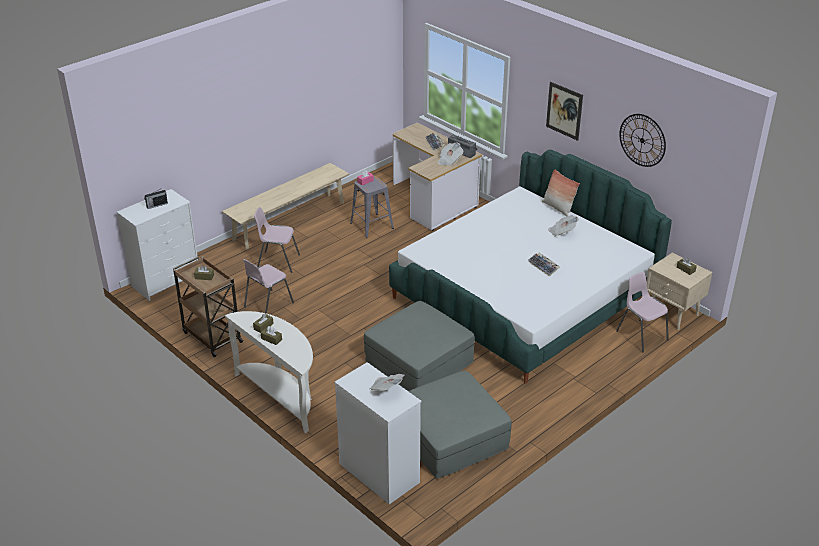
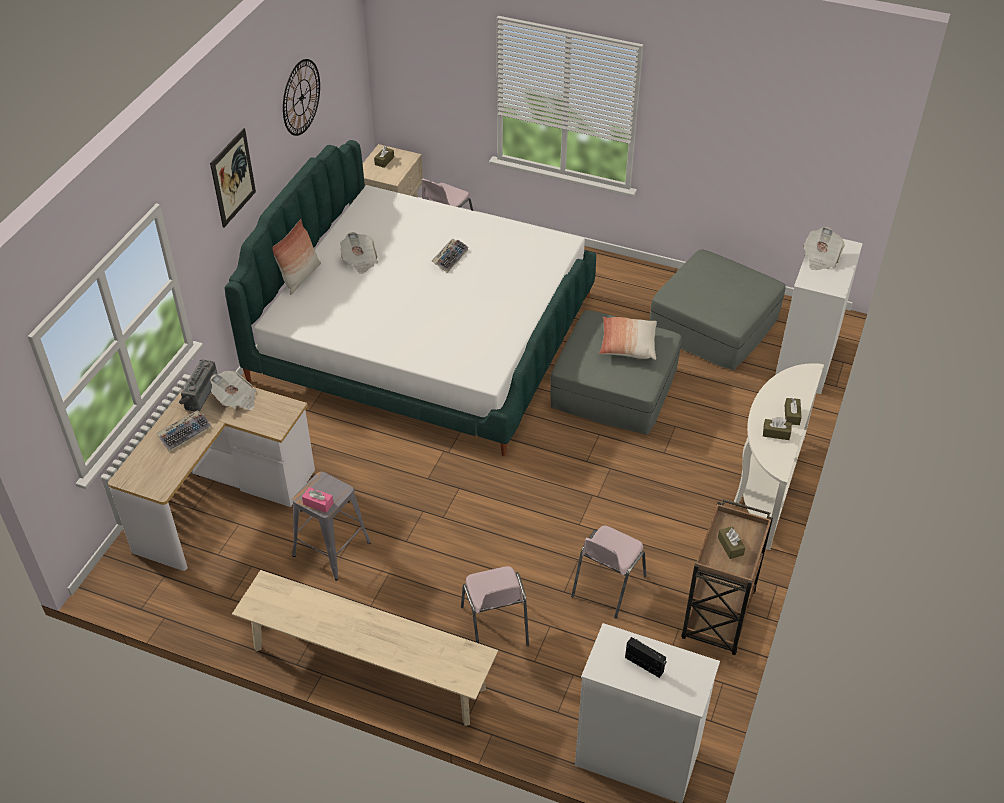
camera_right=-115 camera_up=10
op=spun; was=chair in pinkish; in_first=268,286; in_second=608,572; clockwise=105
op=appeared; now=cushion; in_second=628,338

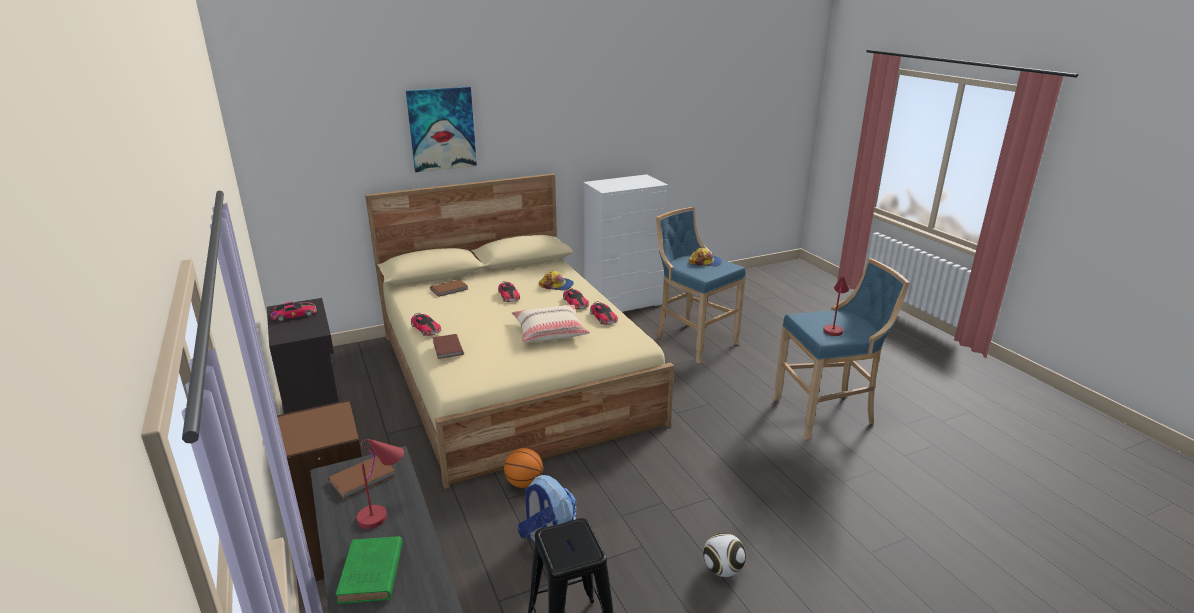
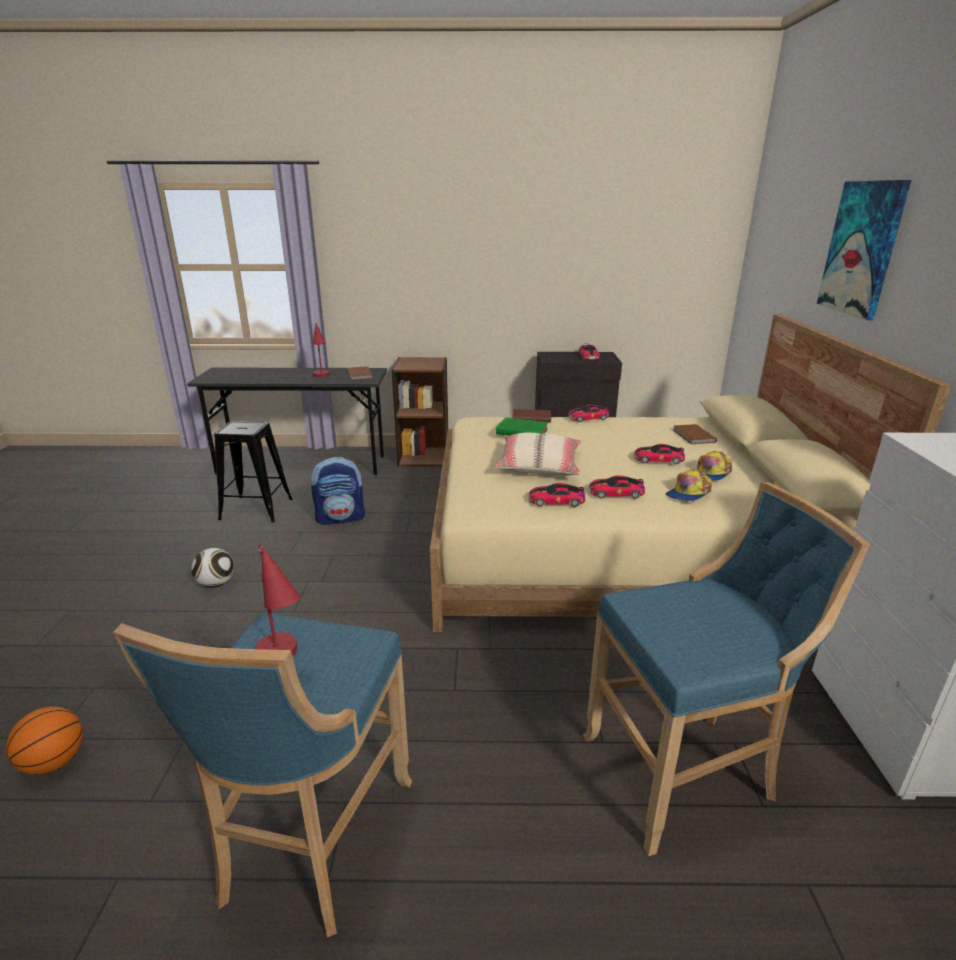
camera_right=115 camera_up=0
op=relocated; was=peaked cap; in_first=705,257; in_second=714,465
op=relocated; was=basketball; in_first=523,468; in_second=44,741
op=relocated; was=volume in green-coloured; in_first=369,570; in_second=522,426

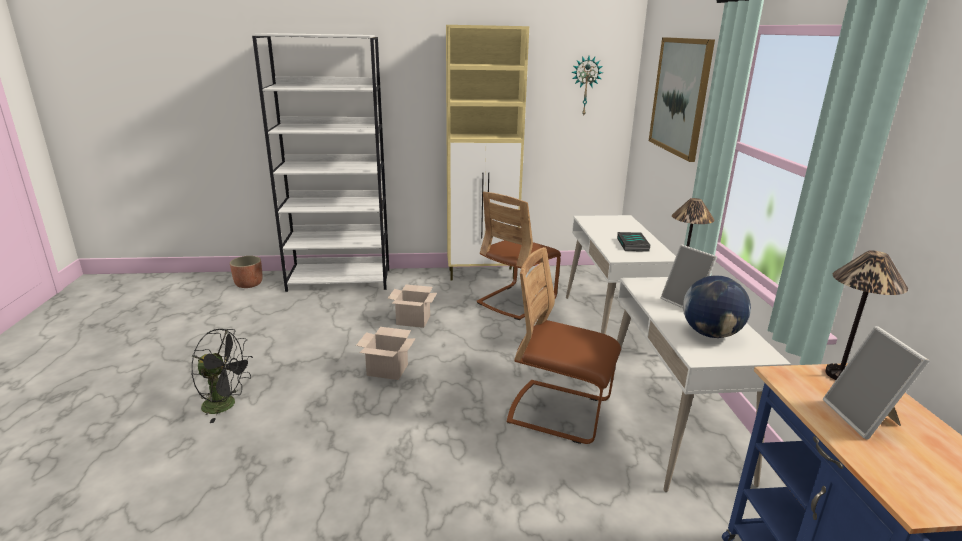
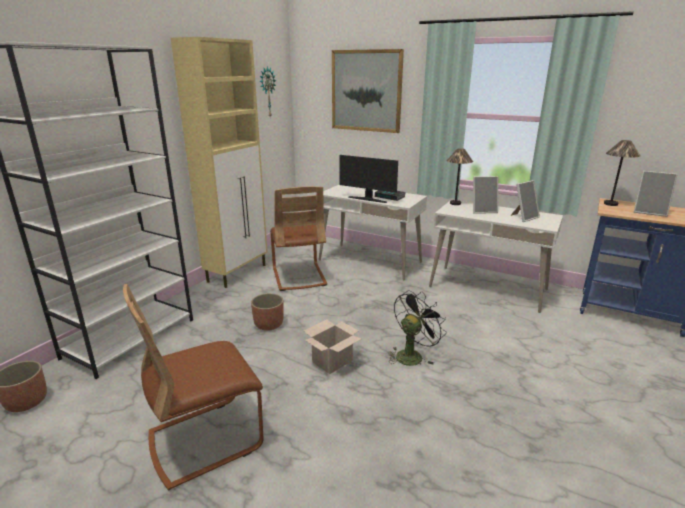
camera_right=-55 camera_up=0
op=relocated; was=chair in brownish; in_first=564,345; in_second=193,387
op=exchanged; was=world globe; now=photo frame; in_first=717,306; in_second=525,201
op=exchanged; was=cardboard box; now=flower pot; in_first=412,306; in_second=267,312
op=relocated; was=fan in blackish; in_first=222,376; in_second=417,328
op=appeared; now=monitor; in_second=368,179

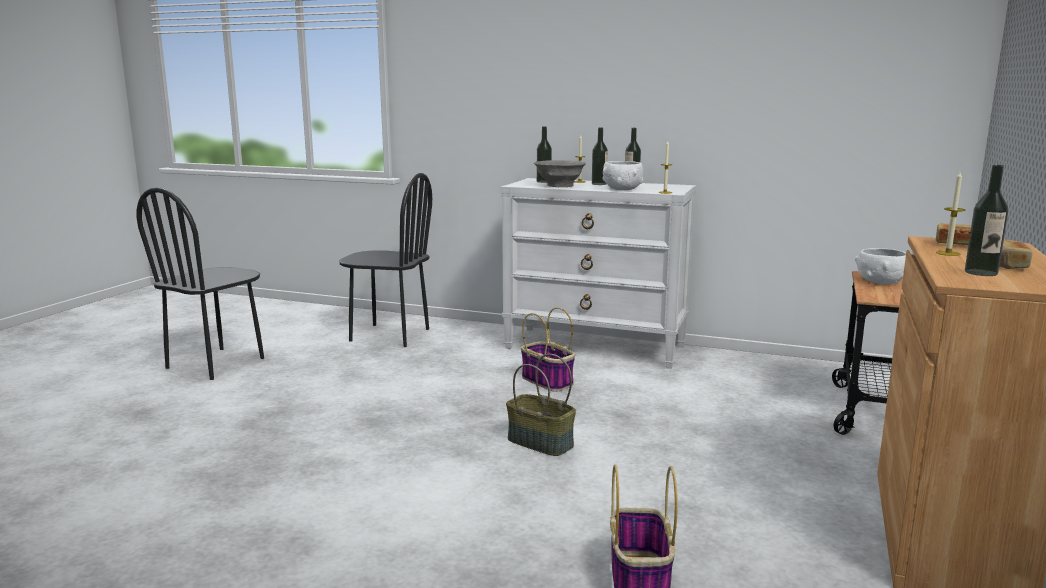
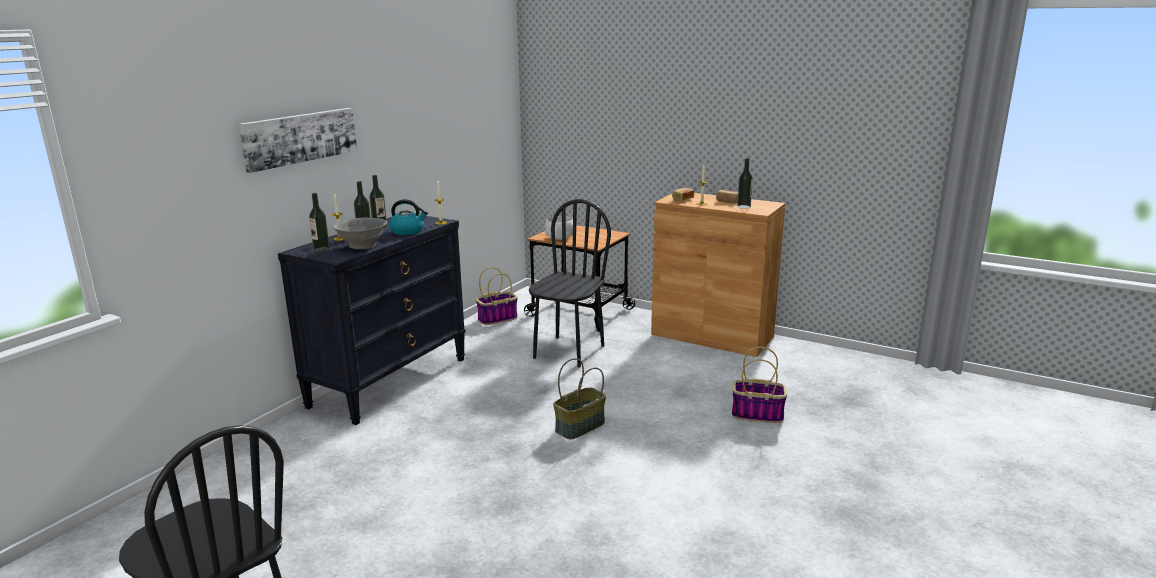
camera_right=-80 camera_up=5
op=exchanged; was=serving bowl in white; now=tea kettle; in_first=623,175; in_second=408,217
op=relocated; was=chair in blackish; in_first=385,260; in_second=570,283
op=colour; was=chest of drawers in white; now=chest of drawers in blackish; in_first=598,273; in_second=372,320
op=relocated; was=household basket; in_first=548,349; in_second=497,296
op=appeared; now=picture; in_second=298,140

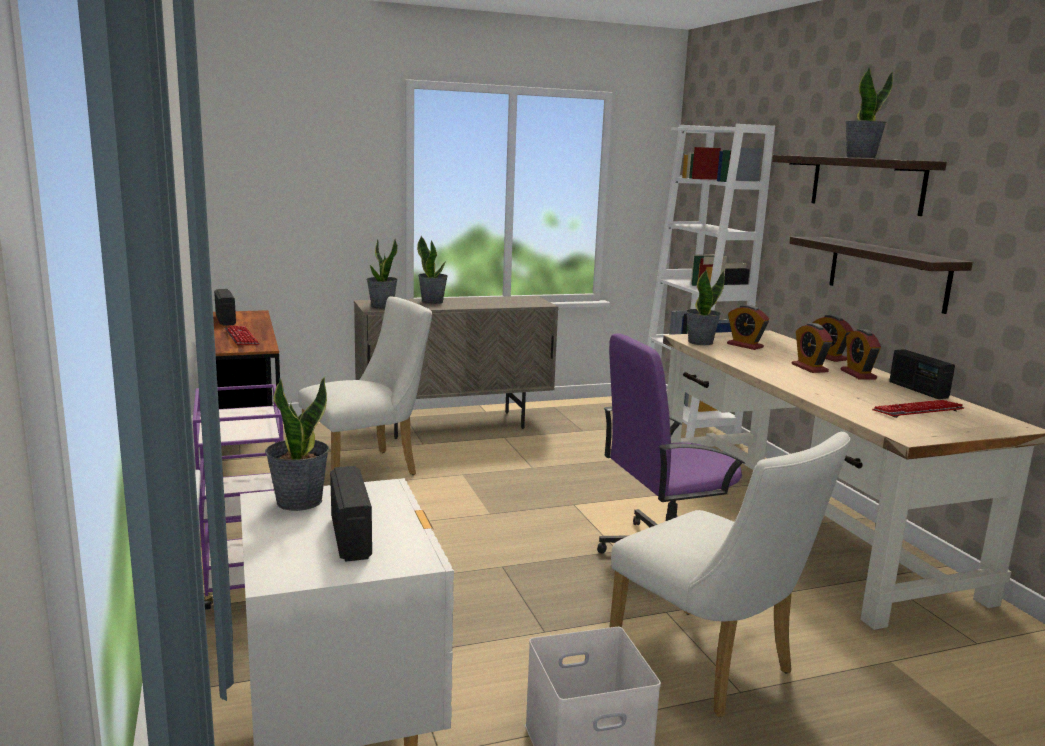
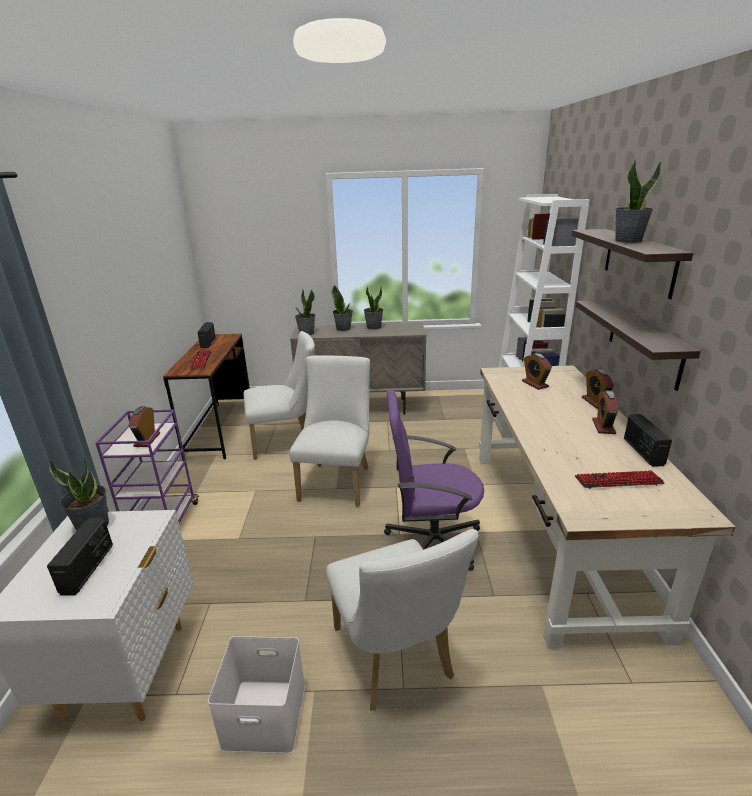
camera_right=20 camera_up=10
op=relocated; was=houseplant; in_first=705,307; in_second=373,308
op=relocated; was=bedside clock; in_first=812,348; in_second=144,426
op=appeared; now=chair in white; in_second=329,431

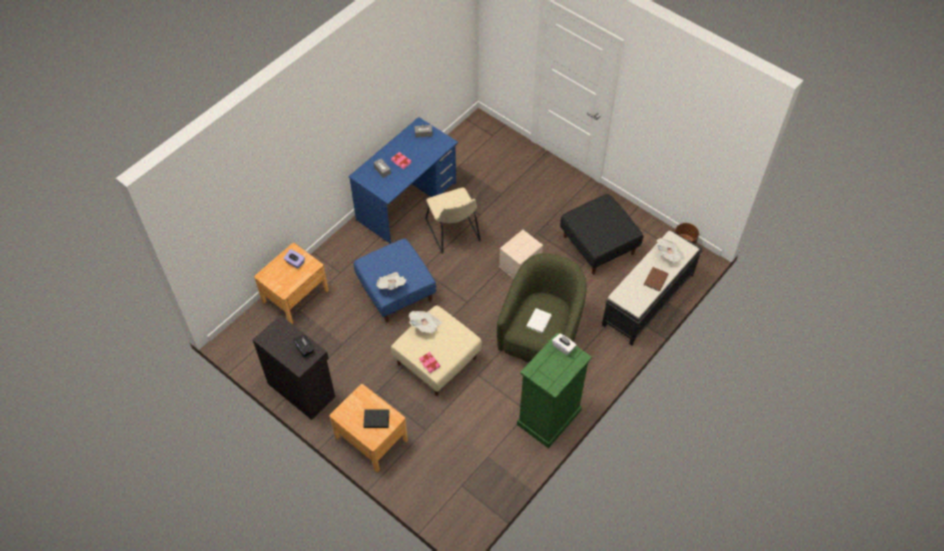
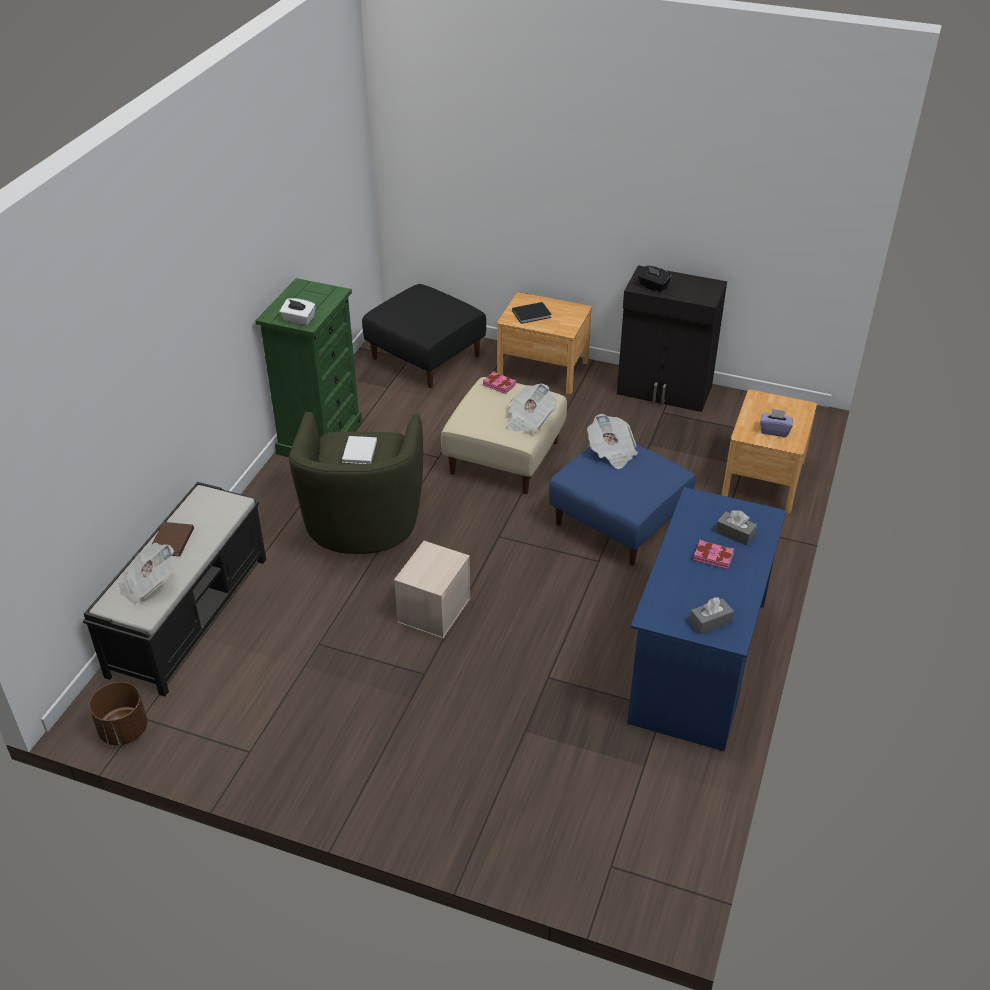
camera_right=160 camera_up=-15
op=missing; was=chair in beige-coloured; in_first=453,220
op=relocated; was=ottoman in blackish; in_first=601,234; in_second=424,336

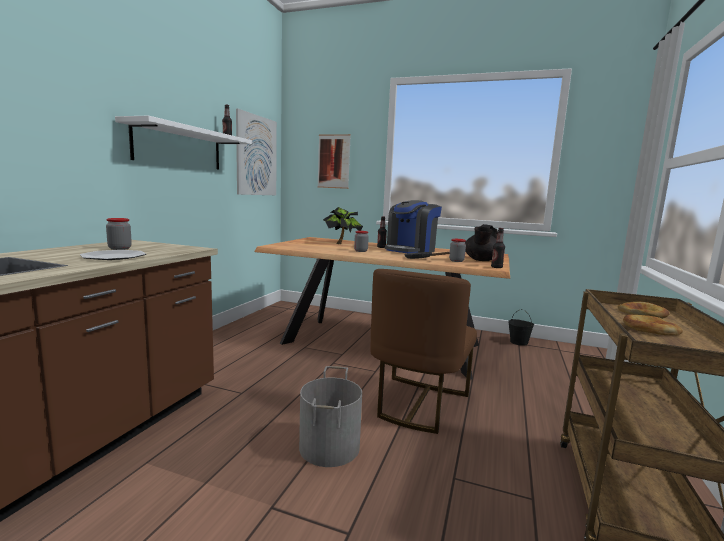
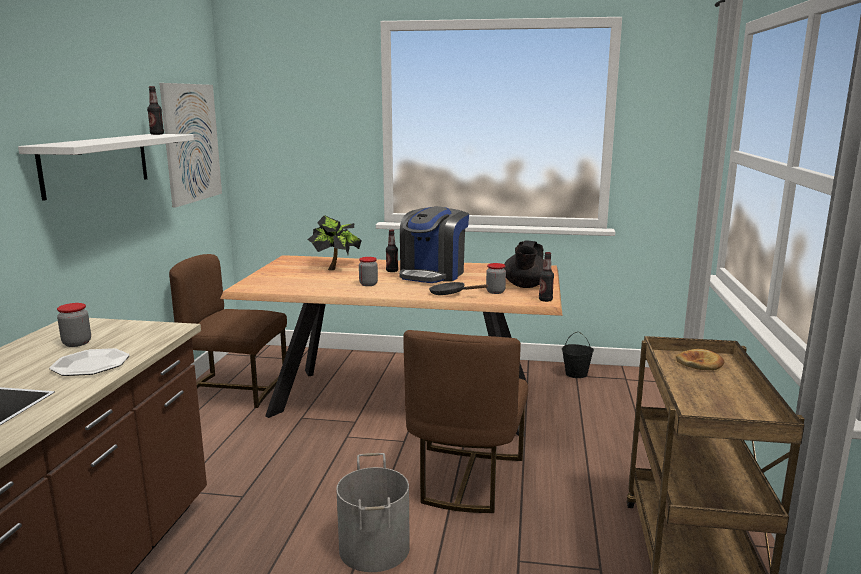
camera_right=-10 camera_up=5
op=missing; was=picture; in_first=334,161
op=missing; was=baked bread; in_first=653,325
op=appeared; now=chair in brownish; in_second=228,331

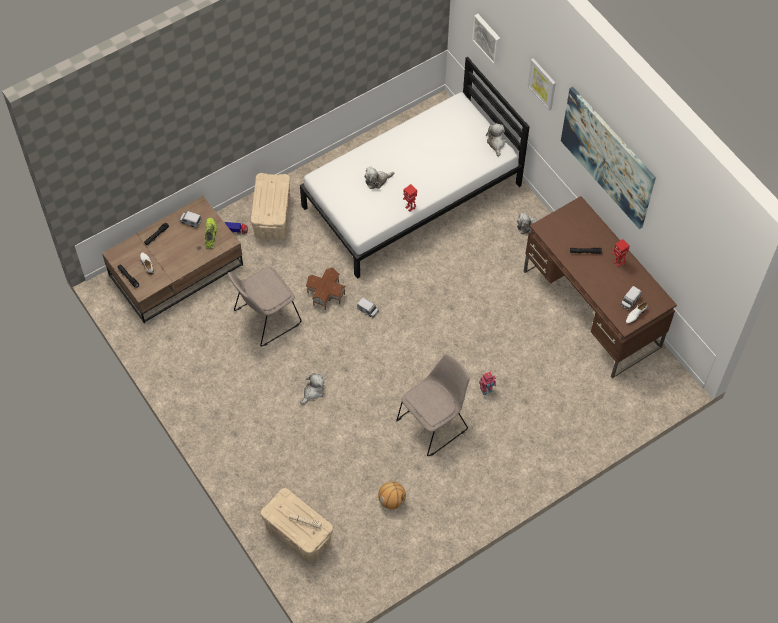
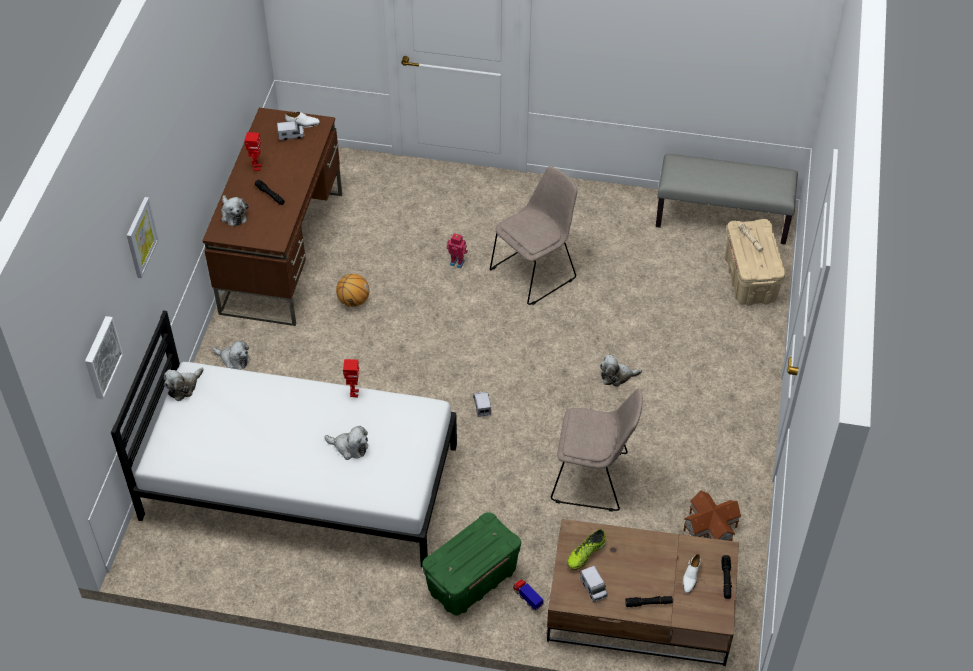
camera_right=-135 camera_up=-10
op=missing; was=picture; in_first=608,158
op=colour; was=storage box in beige-coloured; now=storage box in green-coloured; in_first=270,207; in_second=471,564
op=relocated; was=model house; in_first=326,288; in_second=712,515
op=spun; was=chair in beige-coloured; in_first=433,404; in_second=533,235; clockwise=135
op=relocated; was=basketball; in_first=392,495; in_second=352,290
op=appeared; now=bench in greyish; in_second=727,199
op=appeared; now=cuddly toy; in_second=235,210

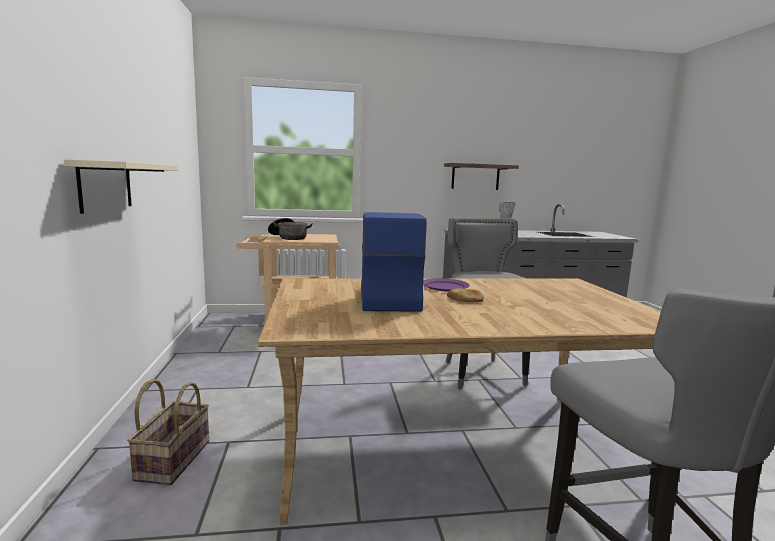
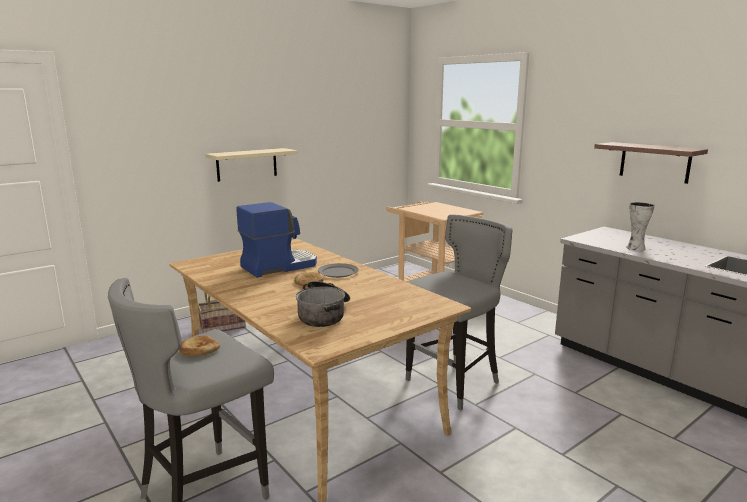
camera_right=60 camera_up=5
op=relocated; was=stockpot; in_first=290,229; in_second=323,304
op=colour; was=flat dish in purple; now=flat dish in greyish; in_first=446,285; in_second=338,270
op=appeared; now=baked bread; in_second=199,346

